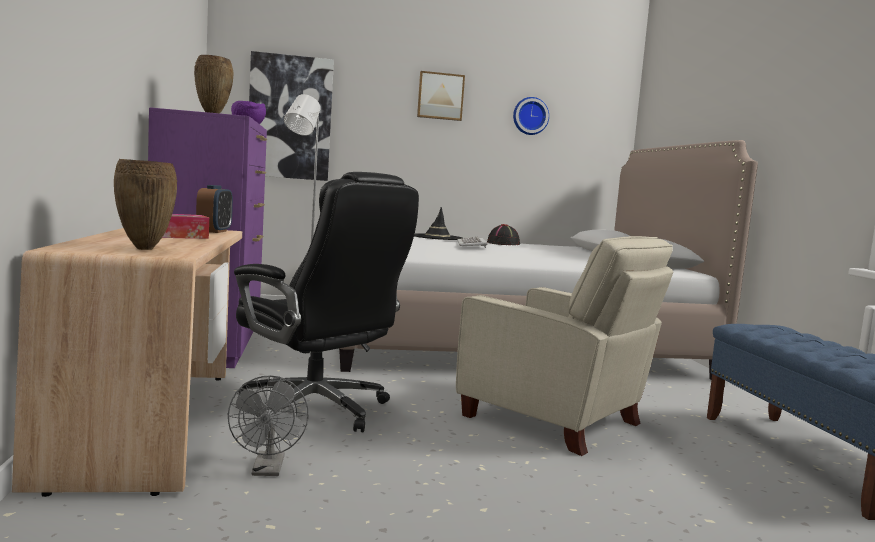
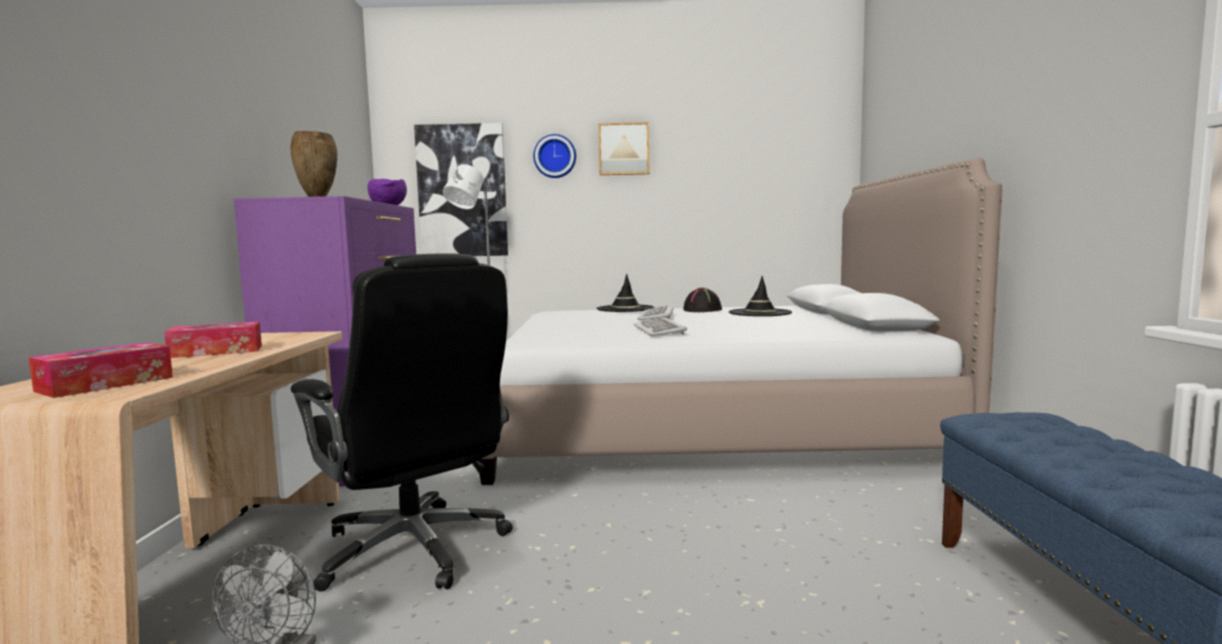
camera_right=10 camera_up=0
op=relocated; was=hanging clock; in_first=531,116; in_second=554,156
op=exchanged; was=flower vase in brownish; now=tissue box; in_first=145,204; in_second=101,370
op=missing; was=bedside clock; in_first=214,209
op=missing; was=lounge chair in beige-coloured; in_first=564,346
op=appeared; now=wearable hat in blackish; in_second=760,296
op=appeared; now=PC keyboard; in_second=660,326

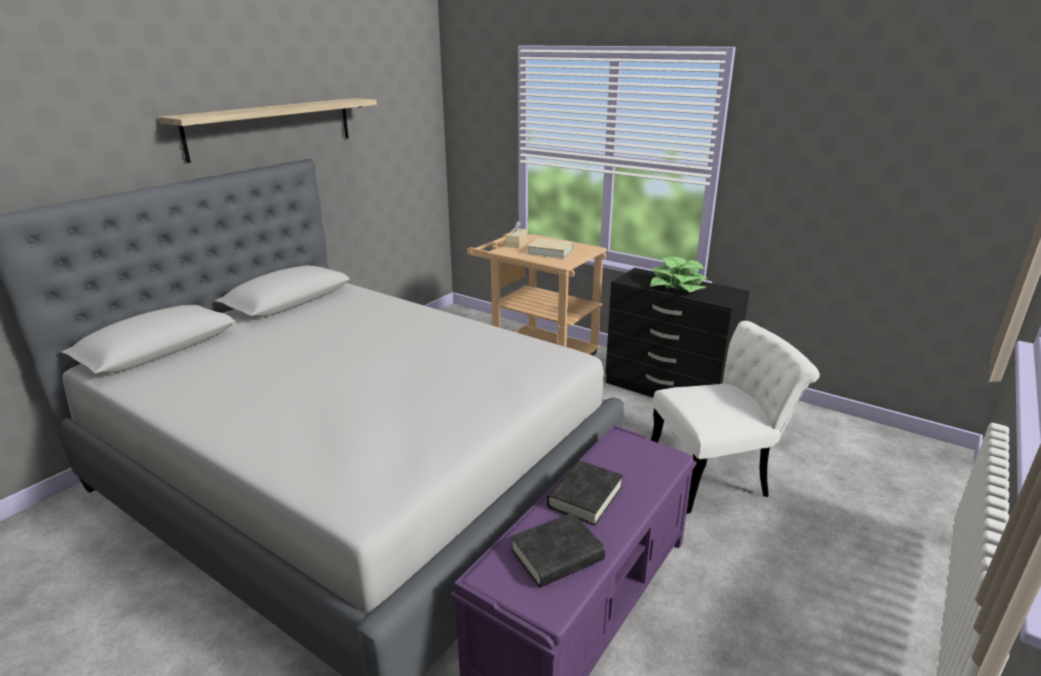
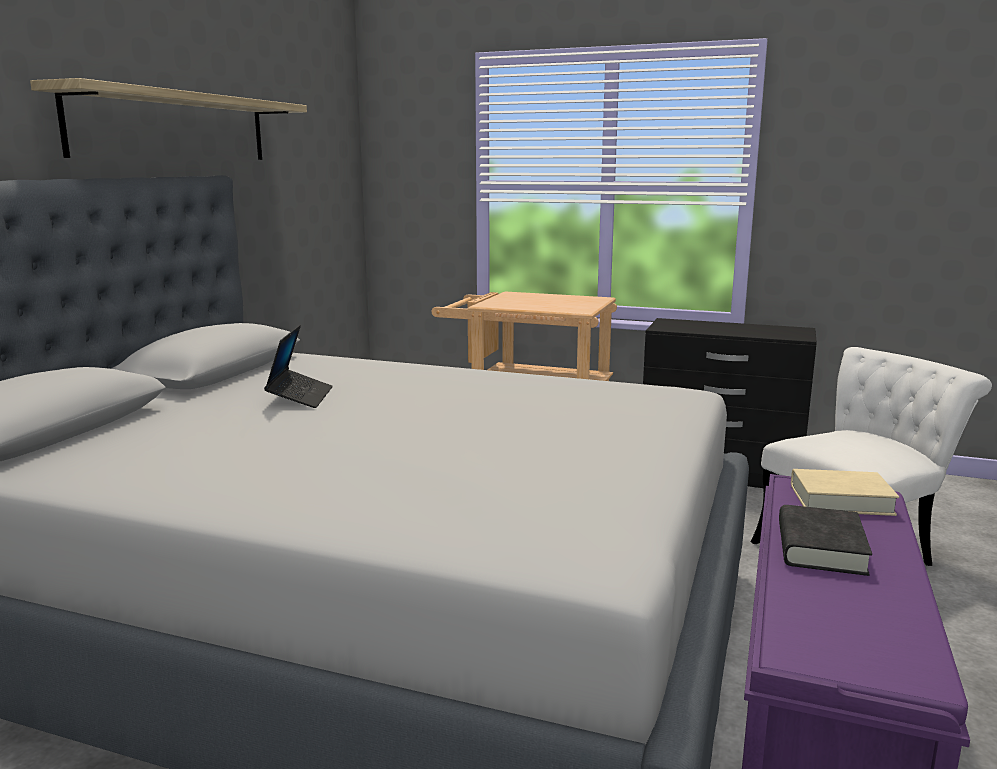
camera_right=-15 camera_up=-10
op=missing; was=tissue box in beige-coloured; in_first=517,234
op=relocated; was=volume in beige-coloured; in_first=551,248; in_second=845,492
op=missing; was=houseplant; in_first=679,274
op=missing; was=volume in blackish; in_first=558,550
op=appeared; now=laptop; in_second=298,366

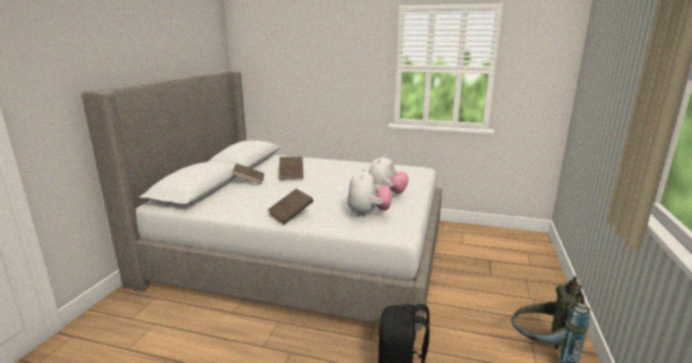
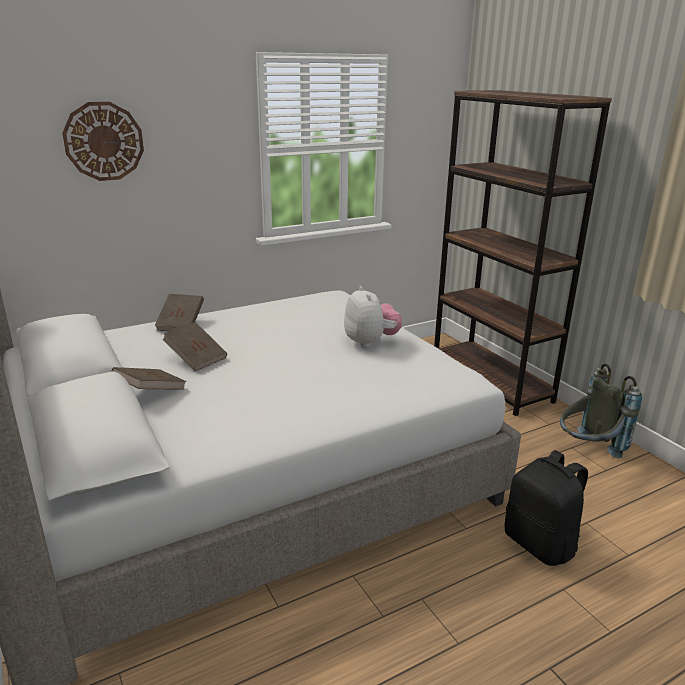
camera_right=-45 camera_up=5
op=missing; was=cuddly toy; in_first=369,192
op=relocated; was=volume in brownish; in_first=291,206; in_second=179,312
op=appeared; now=bookshelf in brownish; in_second=523,253
op=appeared; now=hanging clock; in_second=103,141

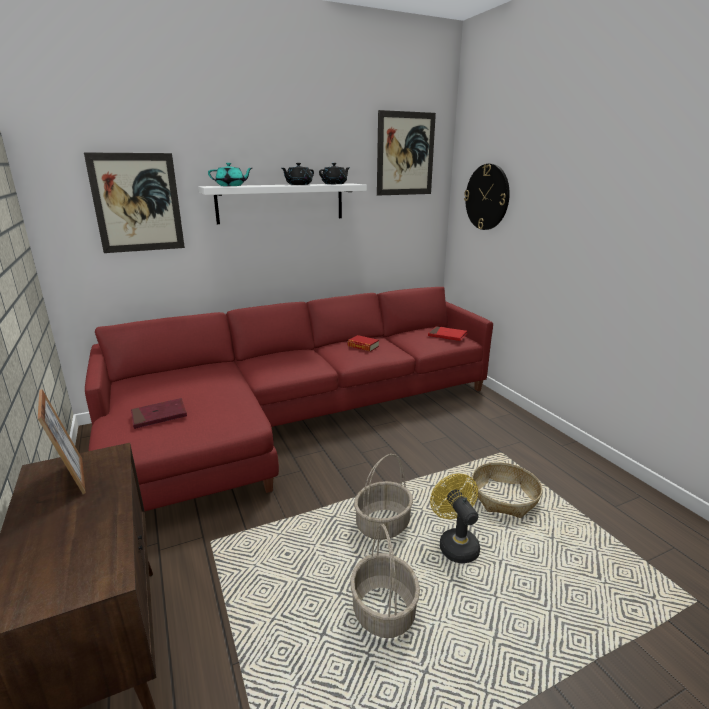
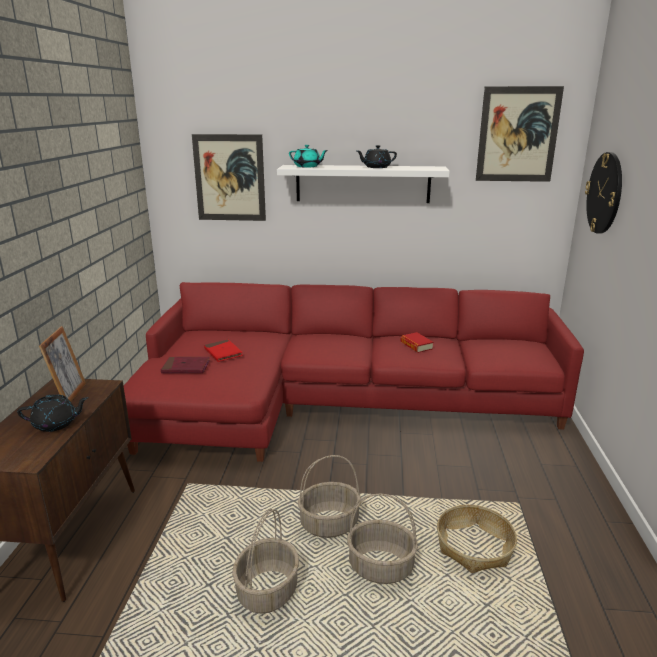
camera_right=30 camera_up=0
op=relocated; was=pot for tea in blackish; in_first=334,173; in_second=53,413
op=relocated; was=volume in red-coloured; in_first=447,333; in_second=223,350
op=exchanged; was=fan in yellowish; now=household basket; in_first=455,518; in_second=382,538

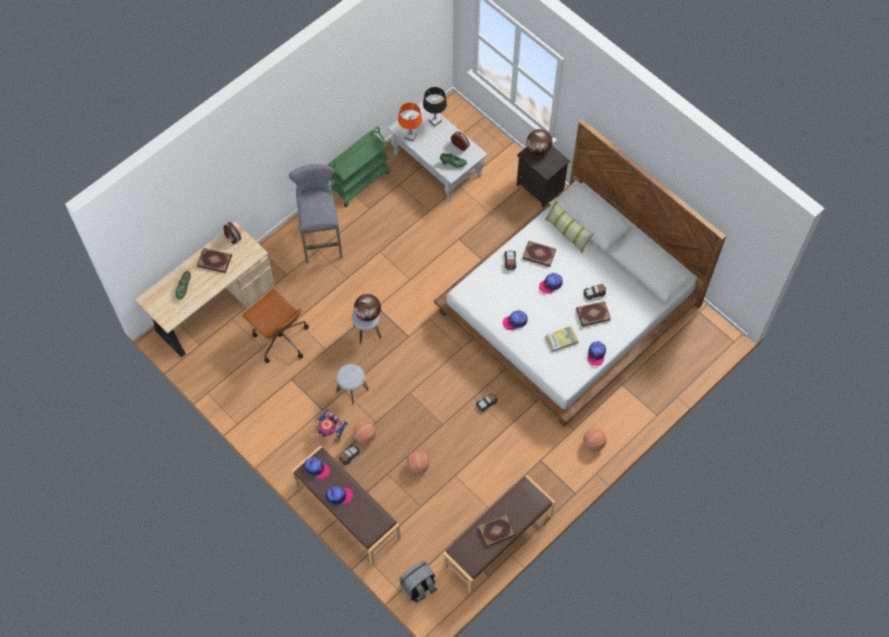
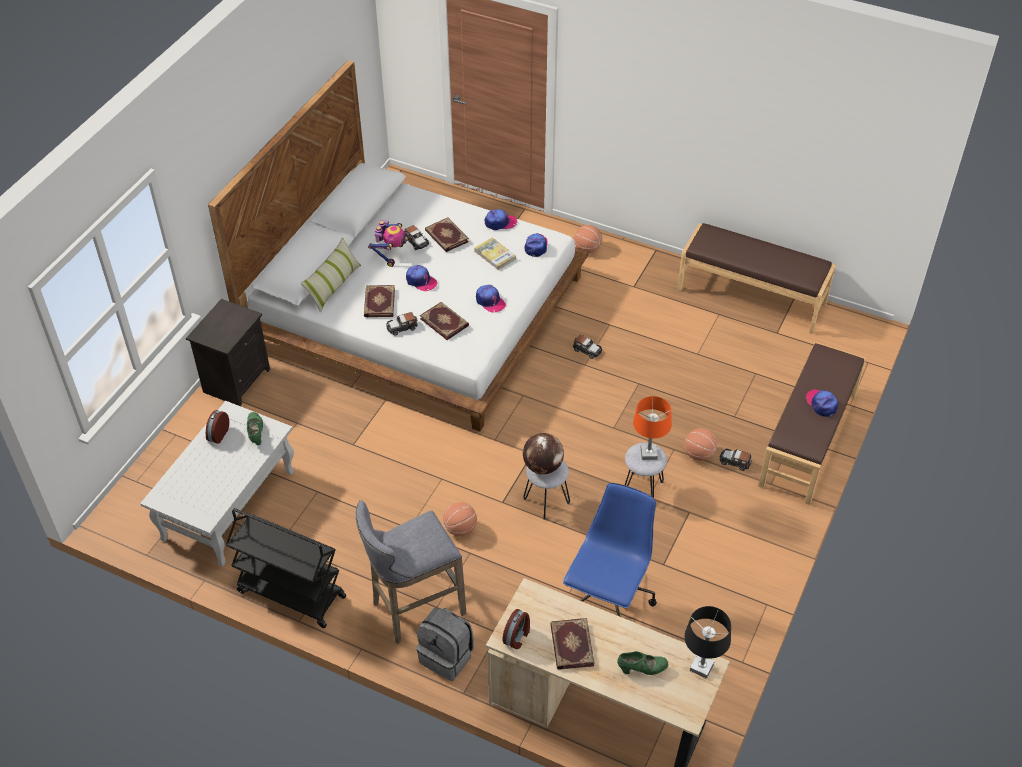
camera_right=-110 camera_up=-15
op=relocated; was=table lamp in blackish; in_first=435,107; in_second=707,642
op=relocated; was=table lamp in orange; in_first=410,122; in_second=652,428
op=colour; was=wheeled cart in green-coloured; now=wheeled cart in blackish; in_first=358,166; in_second=286,568
op=missing; was=world globe; in_first=539,142
op=colour; was=office chair in brownish; now=office chair in bluish; in_first=275,326; in_second=610,550
op=relocated; was=model robot; in_first=331,426; in_second=388,243
op=relocated; was=basketball; in_first=418,462; in_second=460,519
op=relocated; was=peaked cap; in_first=317,468; in_second=536,245
op=relocated; was=volume; in_first=497,530; in_second=444,321
op=relocated; was=backpack in greyish; in_first=418,582; in_second=445,644

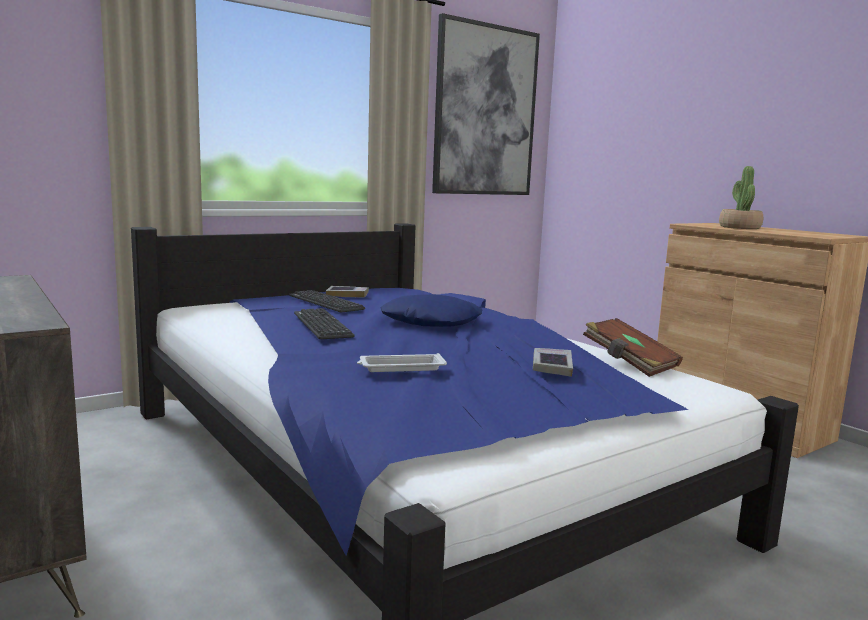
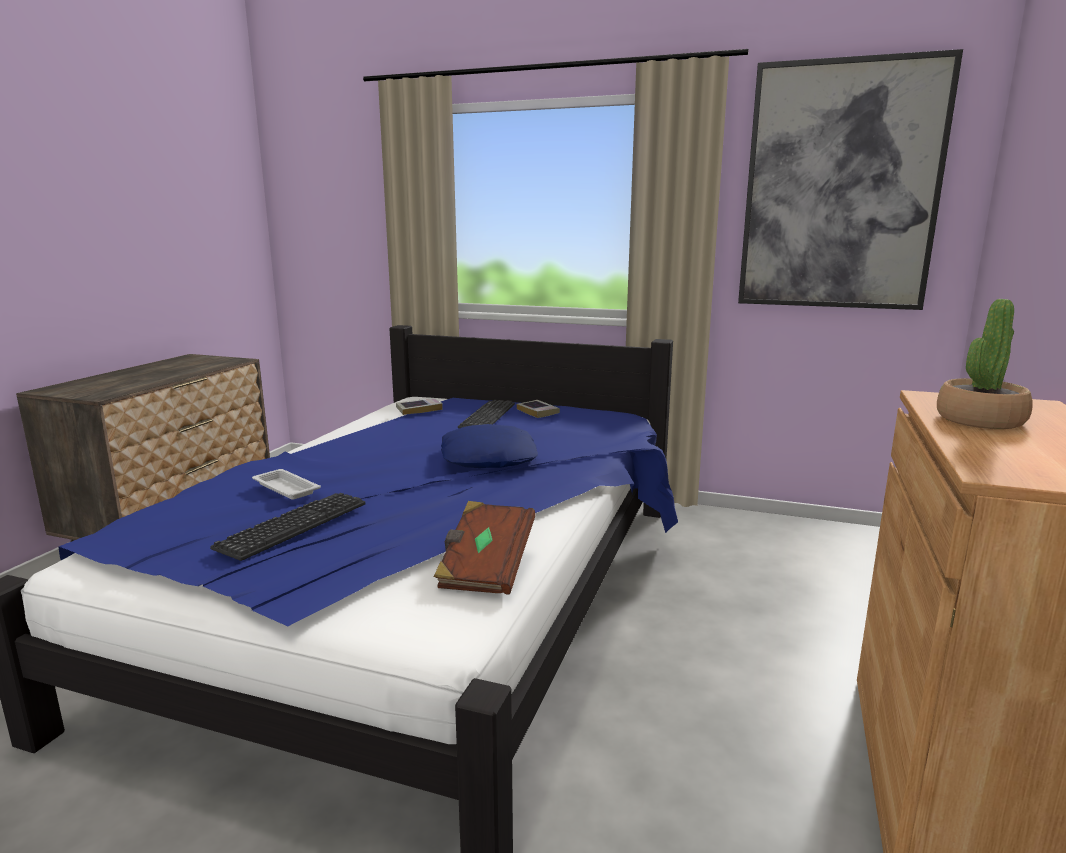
camera_right=55 camera_up=5
op=relocated; was=PC keyboard; in_first=324,323; in_second=288,527
op=relocated; was=volume; in_first=553,362; in_second=419,406

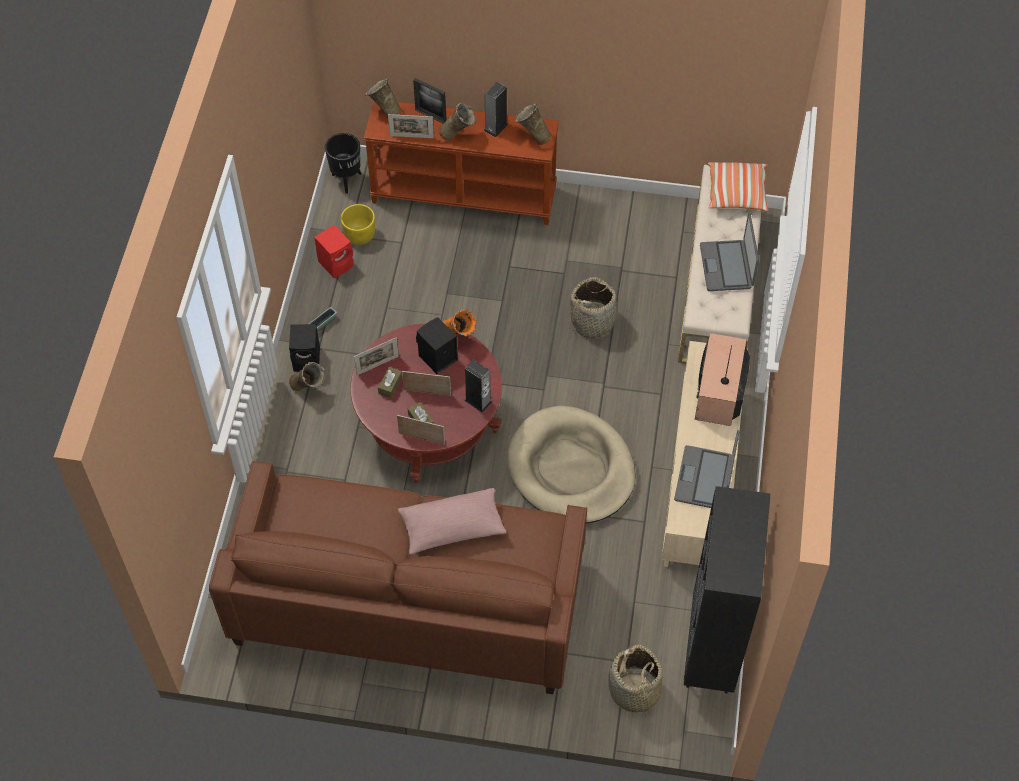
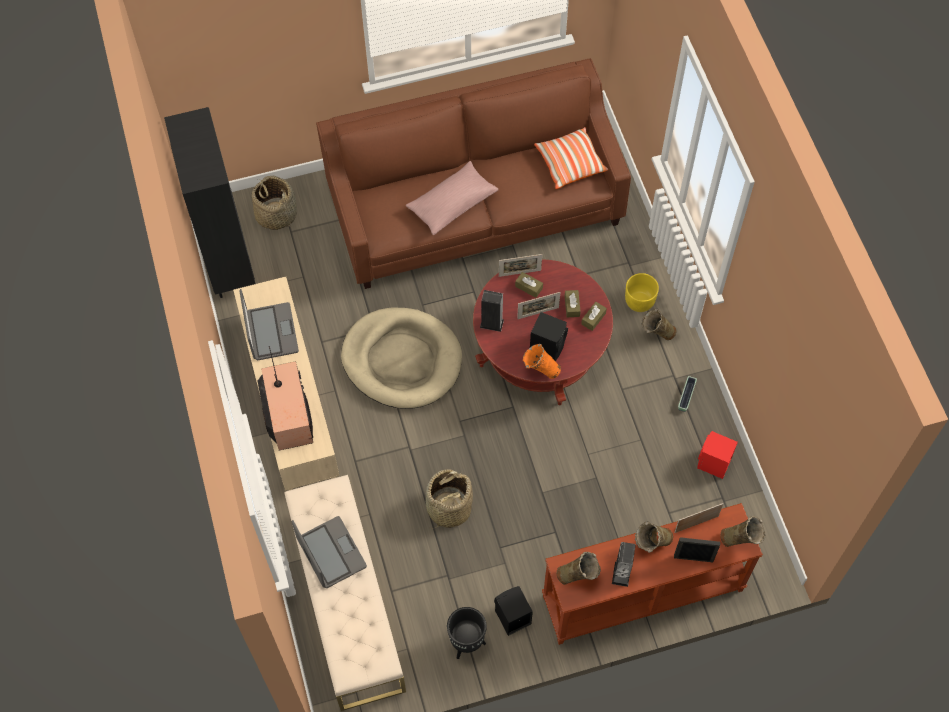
camera_right=155 camera_up=5
op=relocated; was=flower pot in blackish; in_first=343,163; in_second=467,633
op=relocated; was=cushion; in_first=738,186; in_second=571,158
op=relocated; was=flower pot in yellowish; in_first=358,224; in_second=642,292
op=relocated; was=speaker in blackish; in_first=304,348; in_second=513,611
op=exchanged; was=photo frame; now=tissue box in brownish; in_first=376,356; in_second=594,316

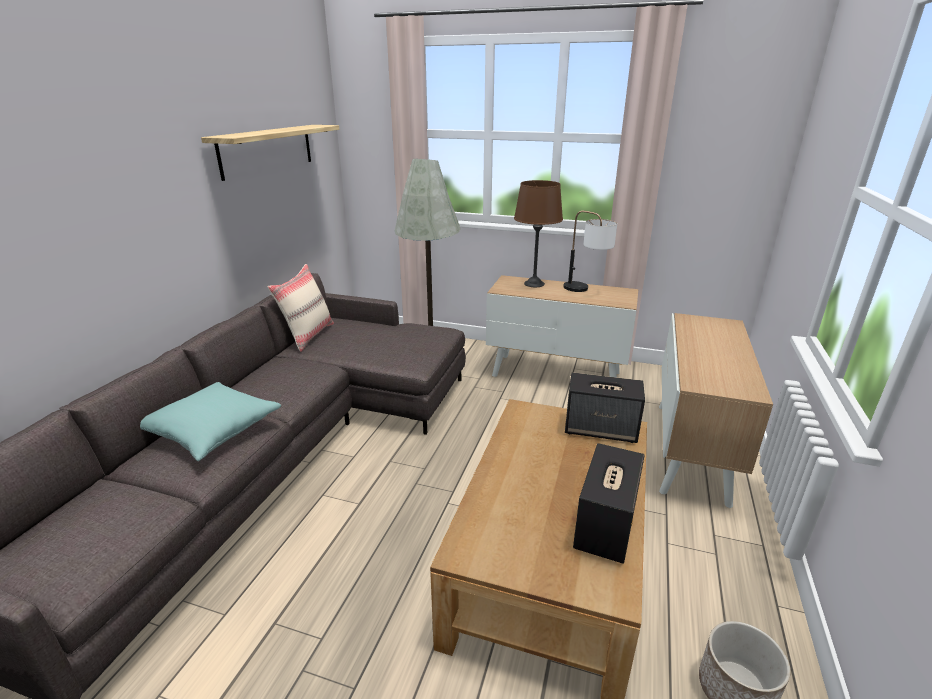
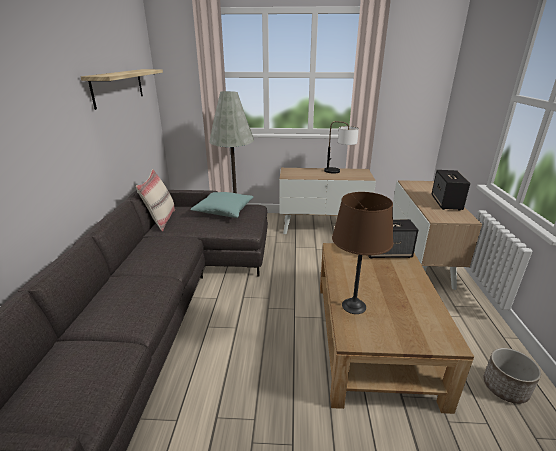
camera_right=-15 camera_up=0
op=relocated; was=table lamp in brownish; in_first=538,233; in_second=362,253
op=relocated; was=cushion in blue-green; in_first=210,421; in_second=221,205
op=relocated; was=speaker; in_first=609,503; in_second=451,190

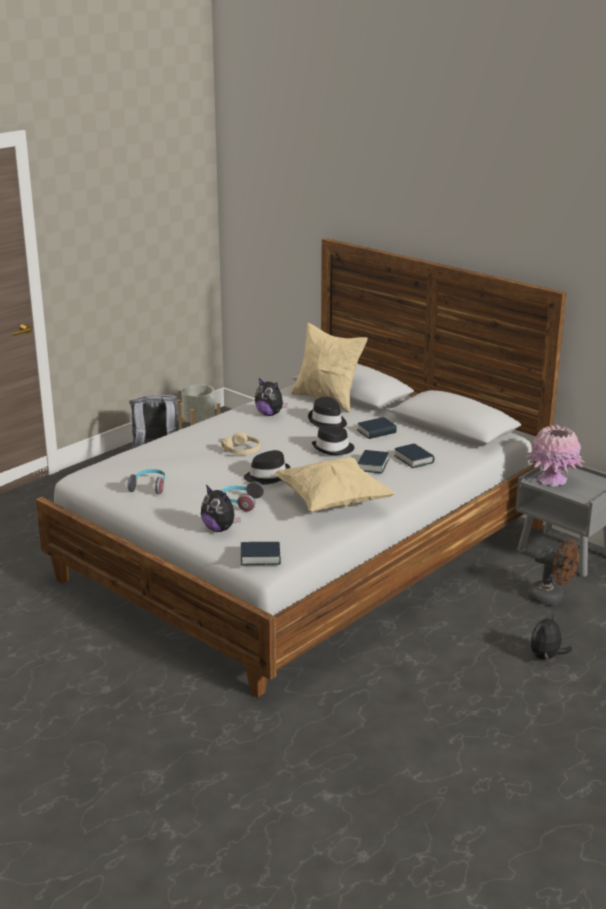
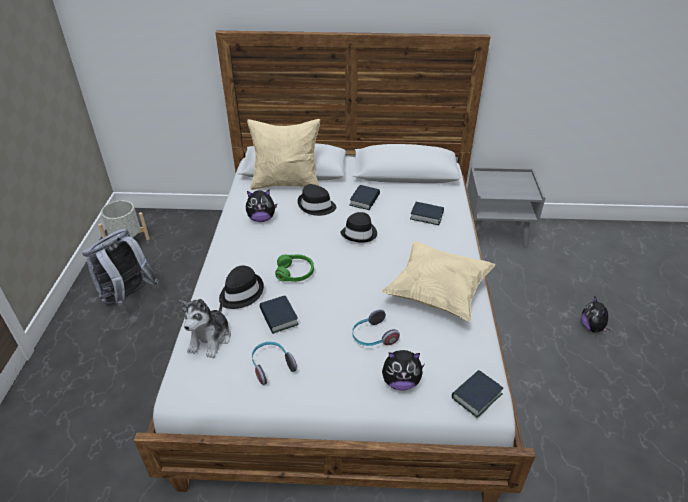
camera_right=-40 camera_up=15
op=missing; was=flower vase in pinkish; in_first=555,455
op=colour; was=pair of headphones in beige-coloured; now=pair of headphones in green-coloured; in_first=240,443; in_second=294,268
op=relocated; was=wearable hat in blackish; in_first=267,467; in_second=241,287
op=relocated; was=volume; in_first=373,461; in_second=279,315
op=missing; was=fan in brownish; in_first=553,572
op=appeared; now=cuddly toy; in_second=205,328

